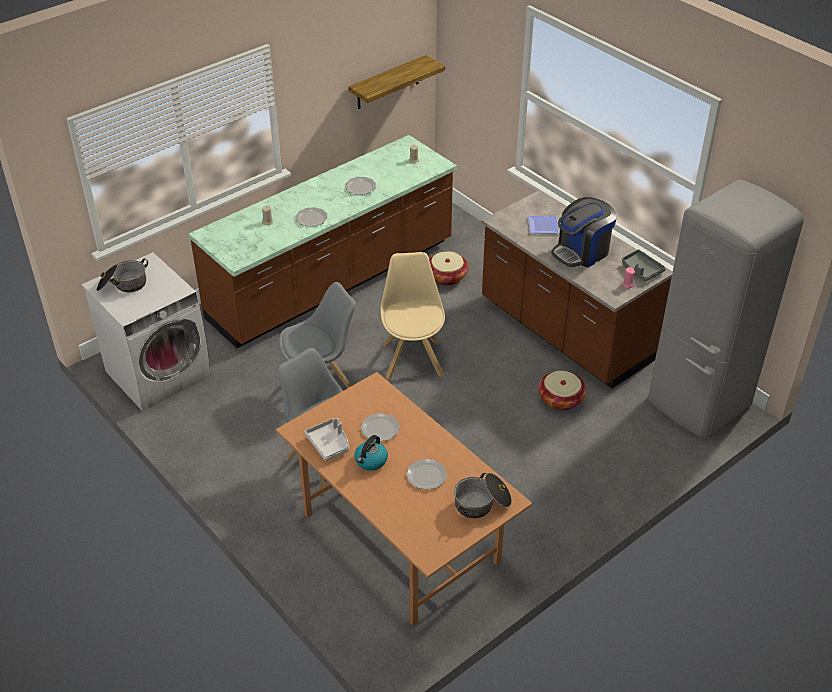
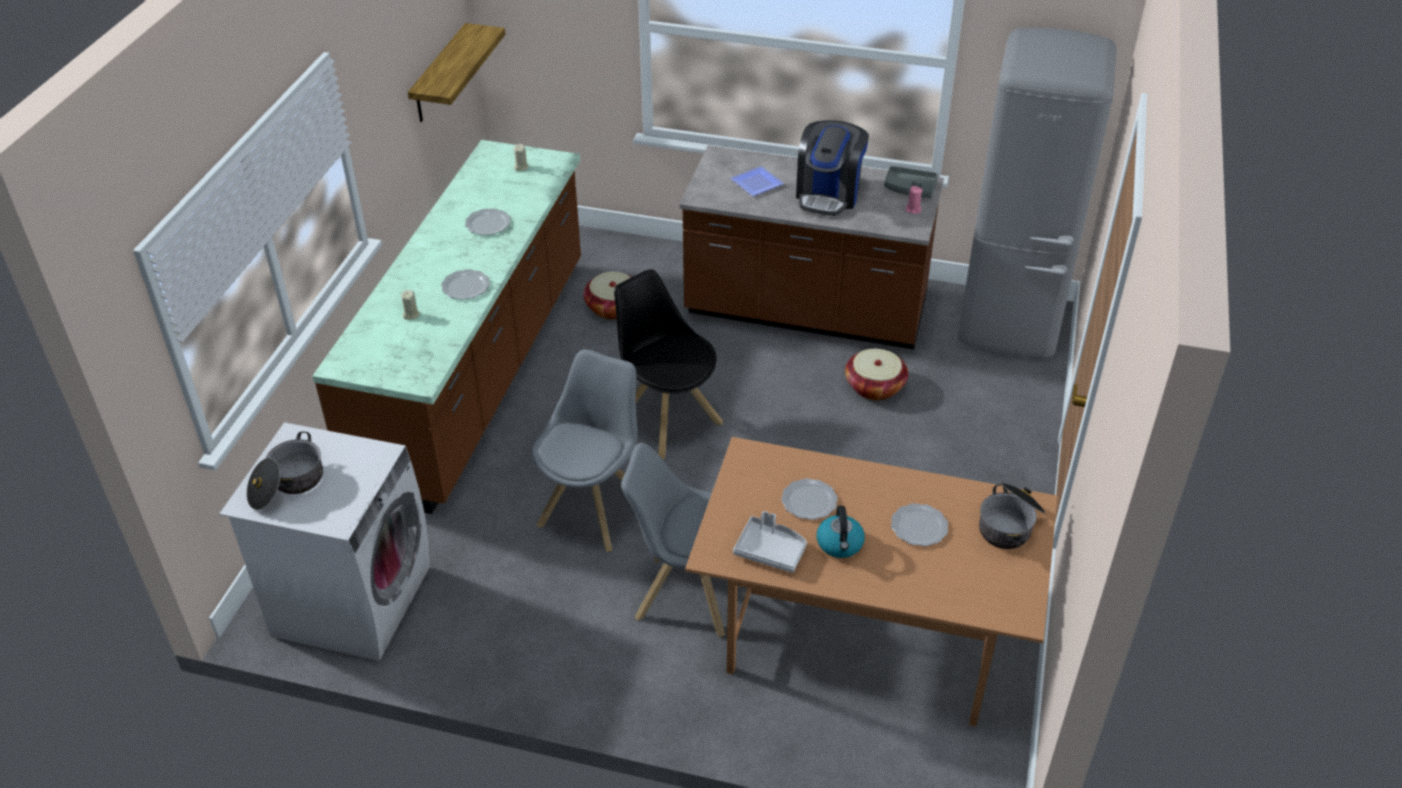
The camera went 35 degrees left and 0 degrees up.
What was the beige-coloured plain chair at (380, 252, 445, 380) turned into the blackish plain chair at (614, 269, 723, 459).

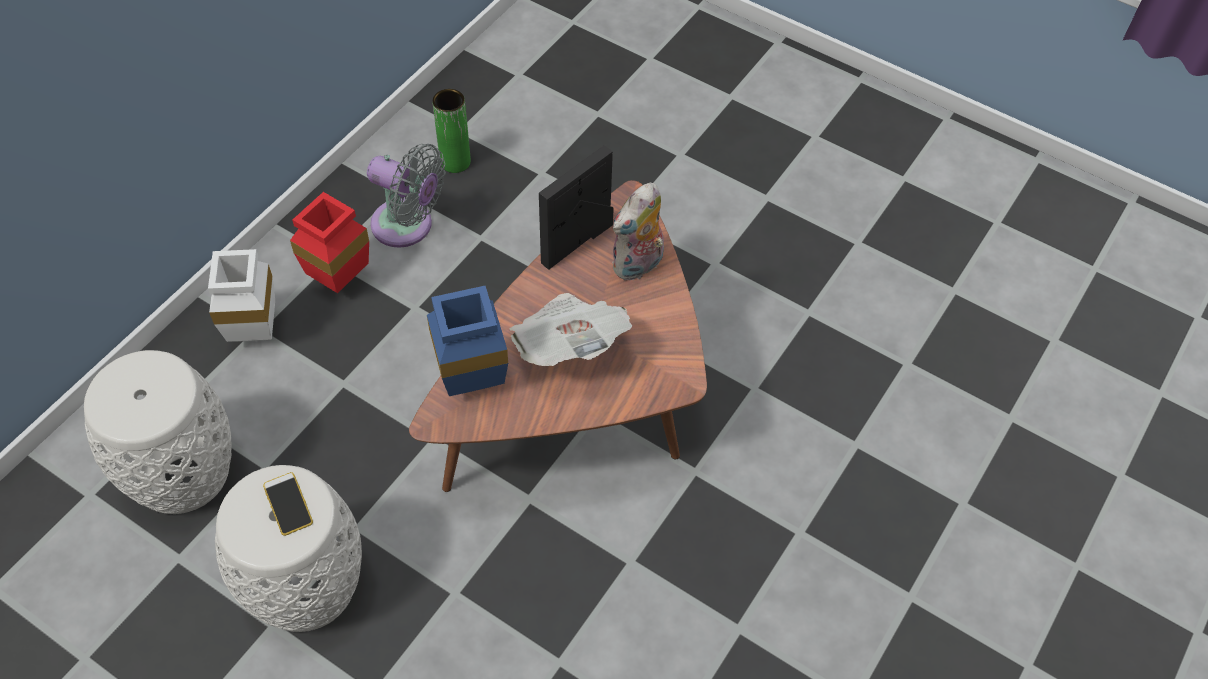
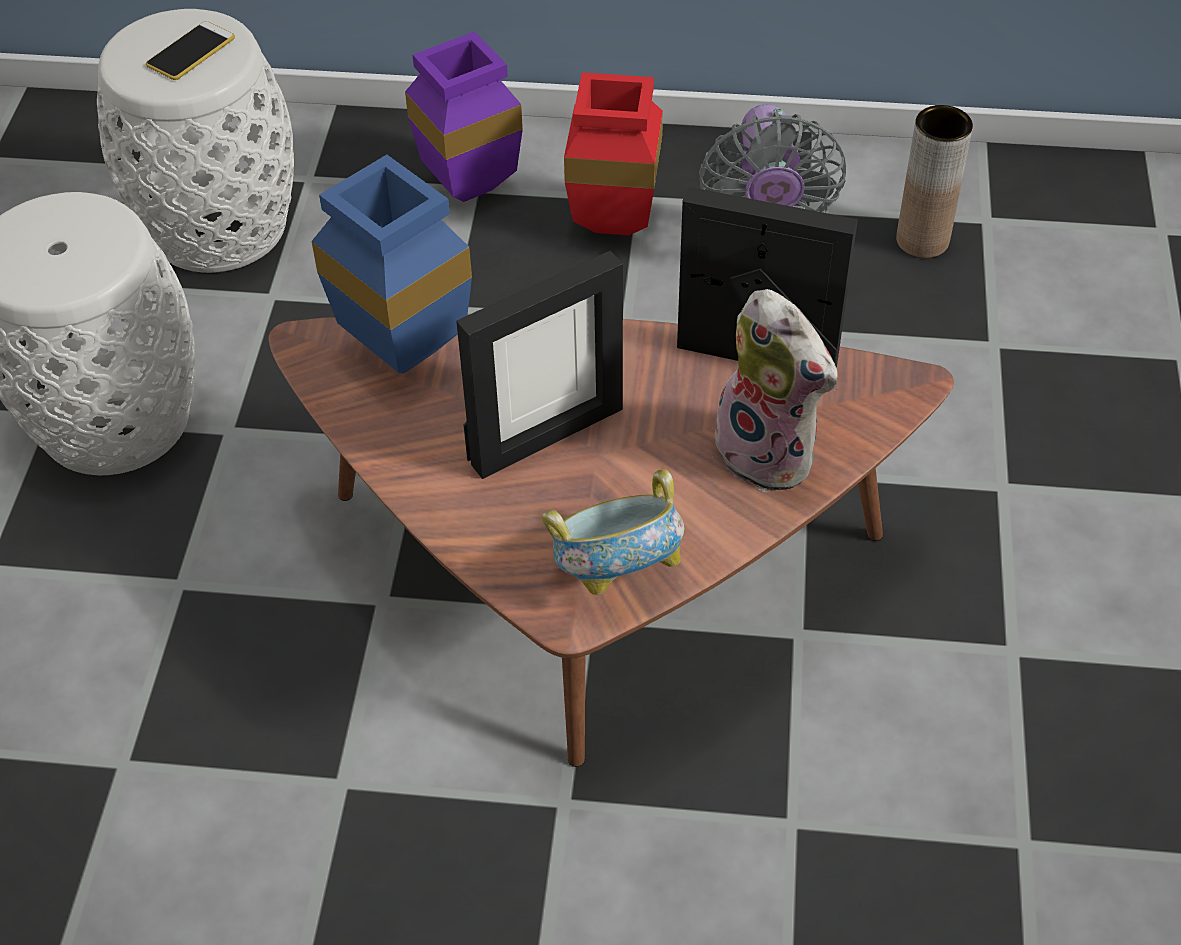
The camera went 65 degrees right and 5 degrees down.
The handset ended up elsewhere, having gone from (263, 472, 313, 536) to (146, 21, 235, 80).
What was the whitish vase at (208, 249, 275, 342) turned into the purple-coloured vase at (405, 31, 523, 202).
Where the daily paper stood at (509, 293, 632, 366), the photo frame came to stand at (456, 251, 623, 479).
The second view gained the bowl at (542, 469, 684, 595).
The soft toy at (612, 183, 664, 281) ended up facing another way, 150 degrees counterclockwise from before.
What was the green vase at (432, 89, 471, 173) turned into the brown-coloured vase at (896, 105, 973, 258).

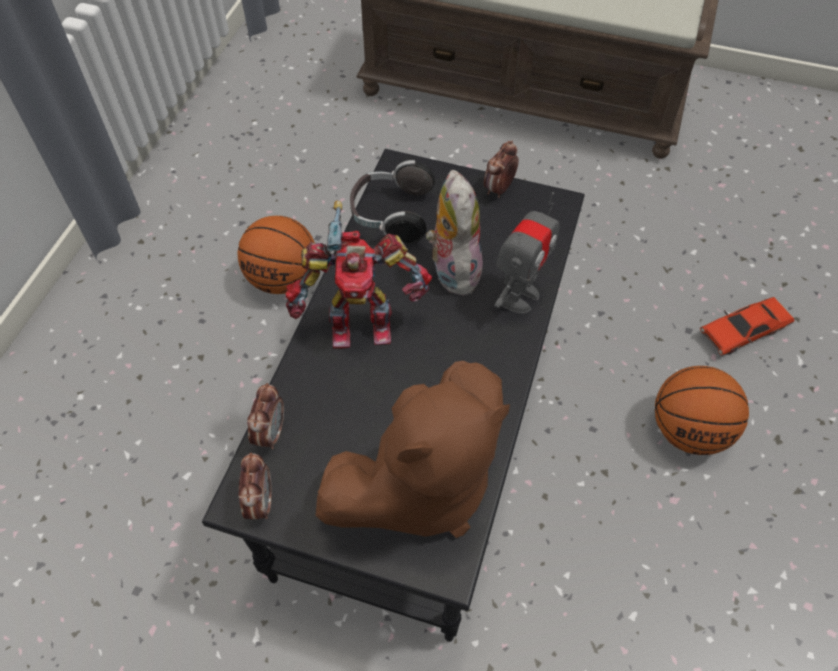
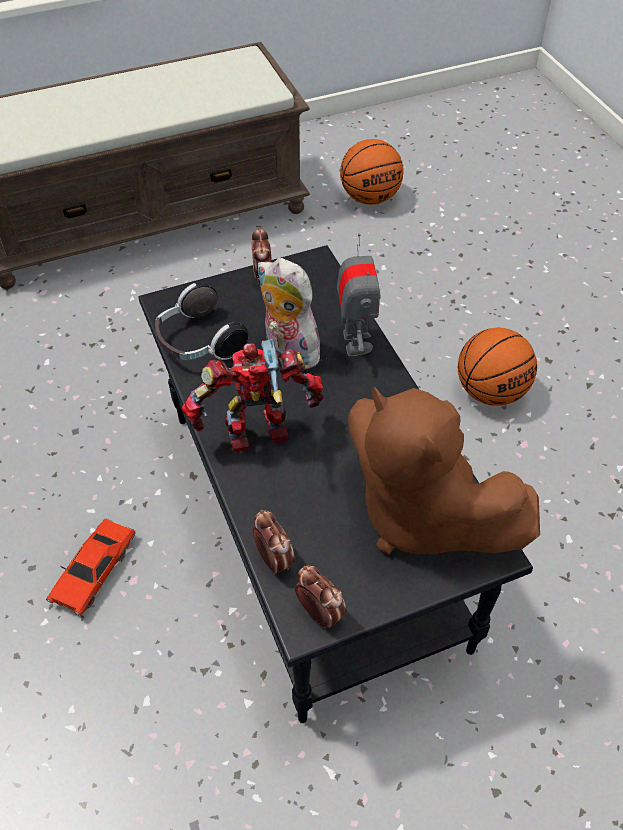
The camera went 40 degrees left and 5 degrees down.
The reddish model car ended up elsewhere, having gone from (700, 297, 795, 356) to (46, 519, 136, 616).
The robot figure at (285, 201, 432, 348) ended up facing another way, 150 degrees counterclockwise from before.
The basketball ended up elsewhere, having gone from (238, 216, 315, 294) to (340, 139, 404, 205).
The brown-coloured soft toy at (316, 361, 510, 538) ended up facing another way, 120 degrees clockwise from before.

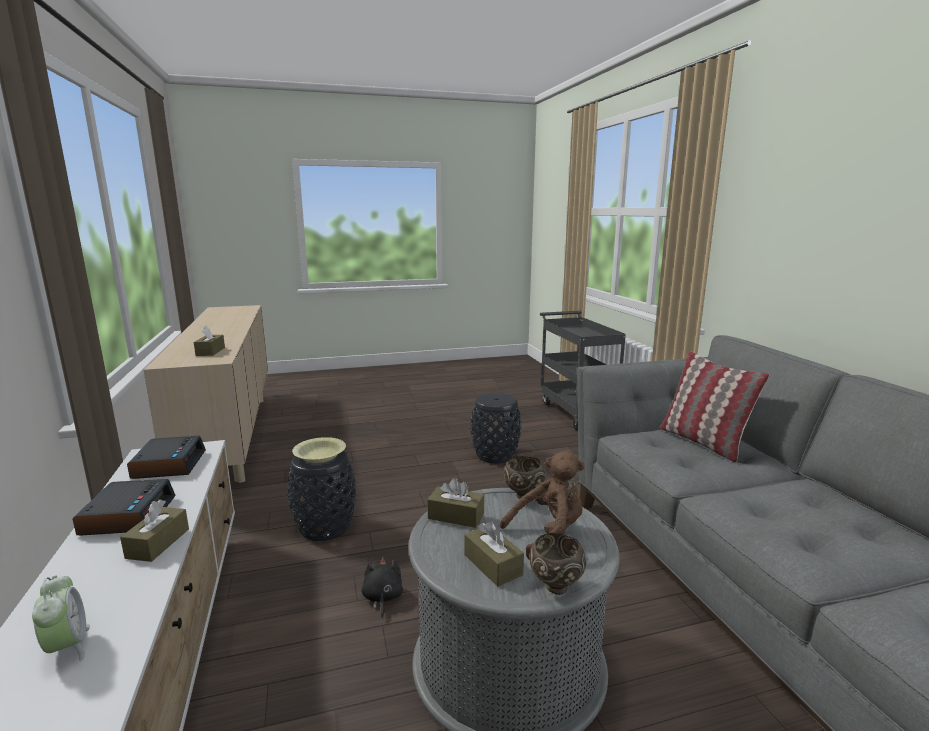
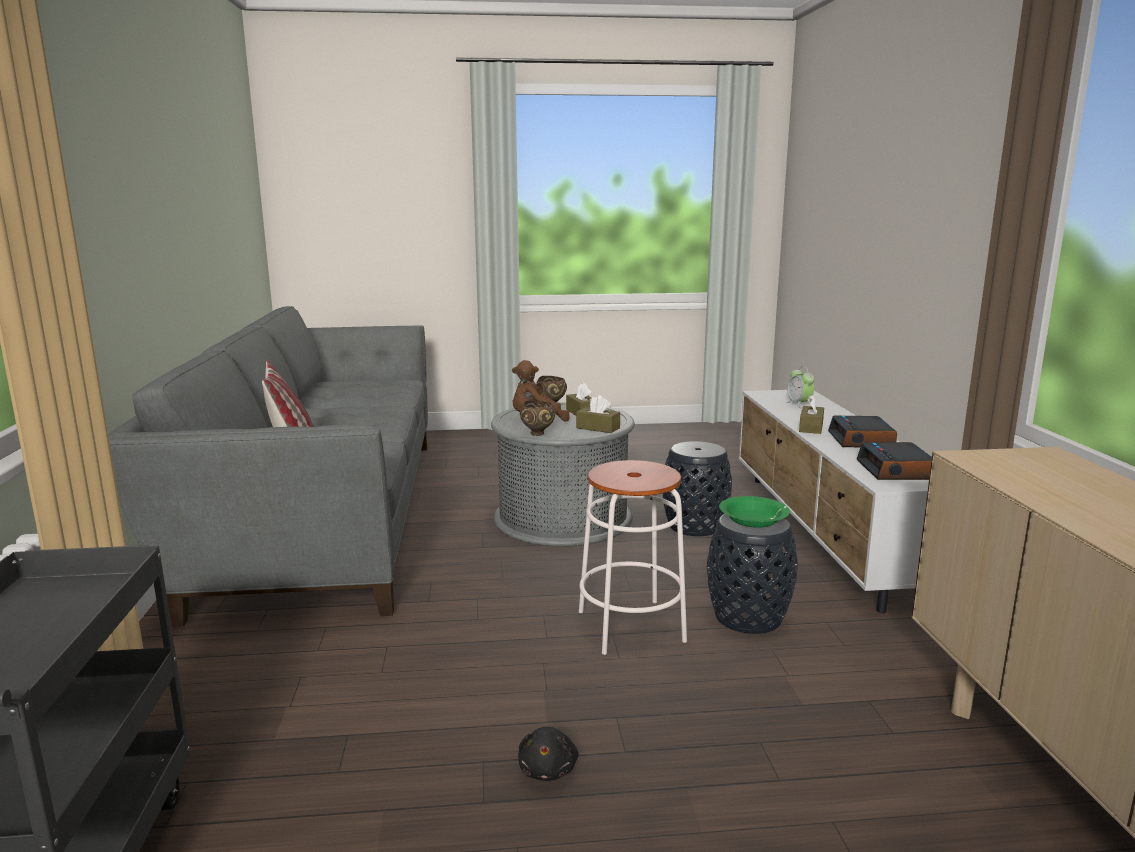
The camera went 170 degrees left and 0 degrees up.
The blackish soft toy ended up elsewhere, having gone from (361, 557, 403, 619) to (518, 726, 578, 781).
The second view gained the whitish sitting stool at (579, 460, 687, 655).
The blackish sitting stool ended up elsewhere, having gone from (471, 393, 521, 463) to (663, 441, 732, 536).
What was the yellow-coloured bowl at (292, 437, 346, 463) turned into the green bowl at (719, 496, 790, 528).
The second view lost the brown-coloured tissue holder at (194, 325, 225, 356).

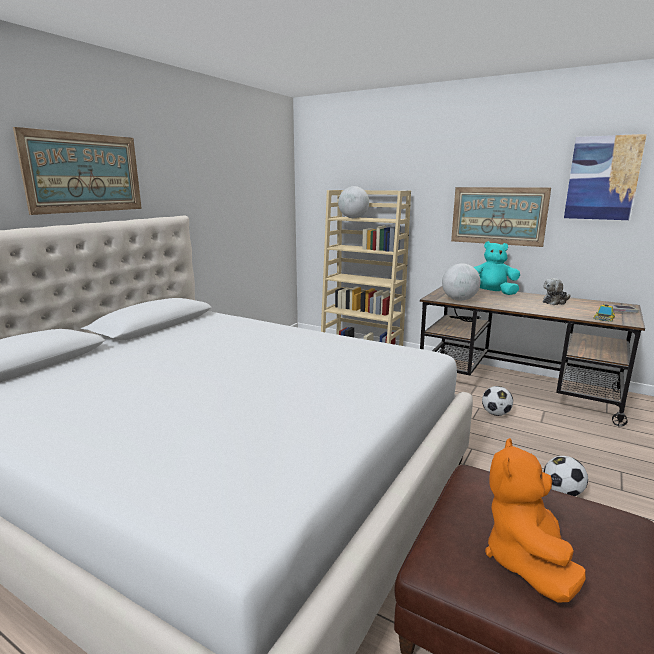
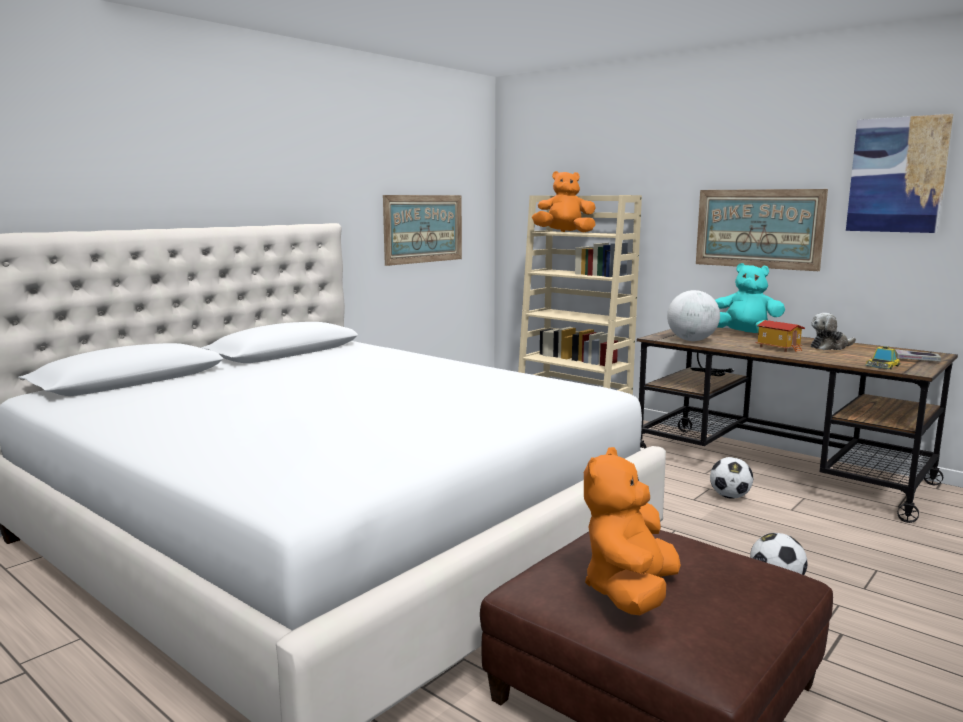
The camera went 10 degrees right and 5 degrees down.
The picture ended up elsewhere, having gone from (13, 127, 142, 215) to (383, 195, 462, 266).
Where the globe stood at (338, 186, 369, 218), the orange-coloured soft toy came to stand at (532, 171, 596, 232).
The second view gained the toy house at (756, 320, 805, 352).

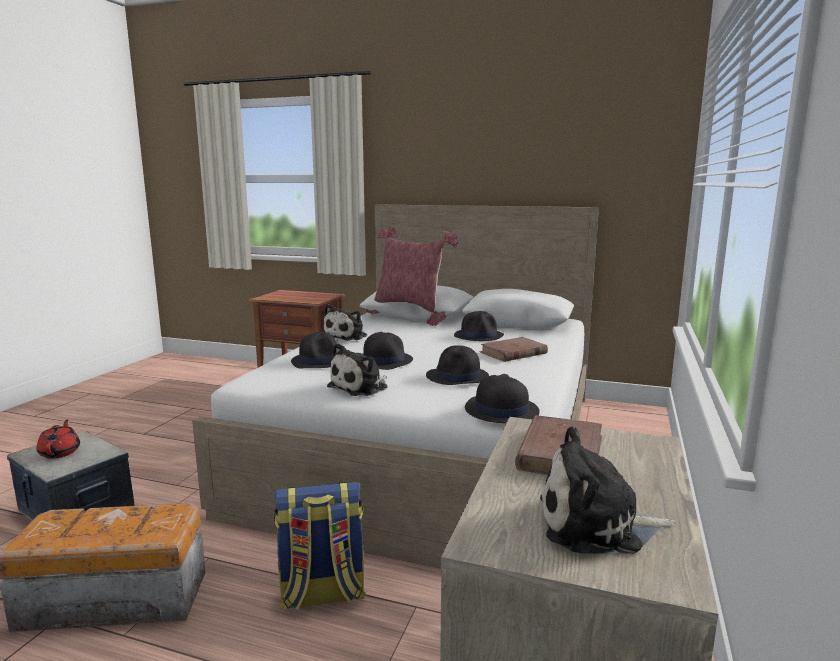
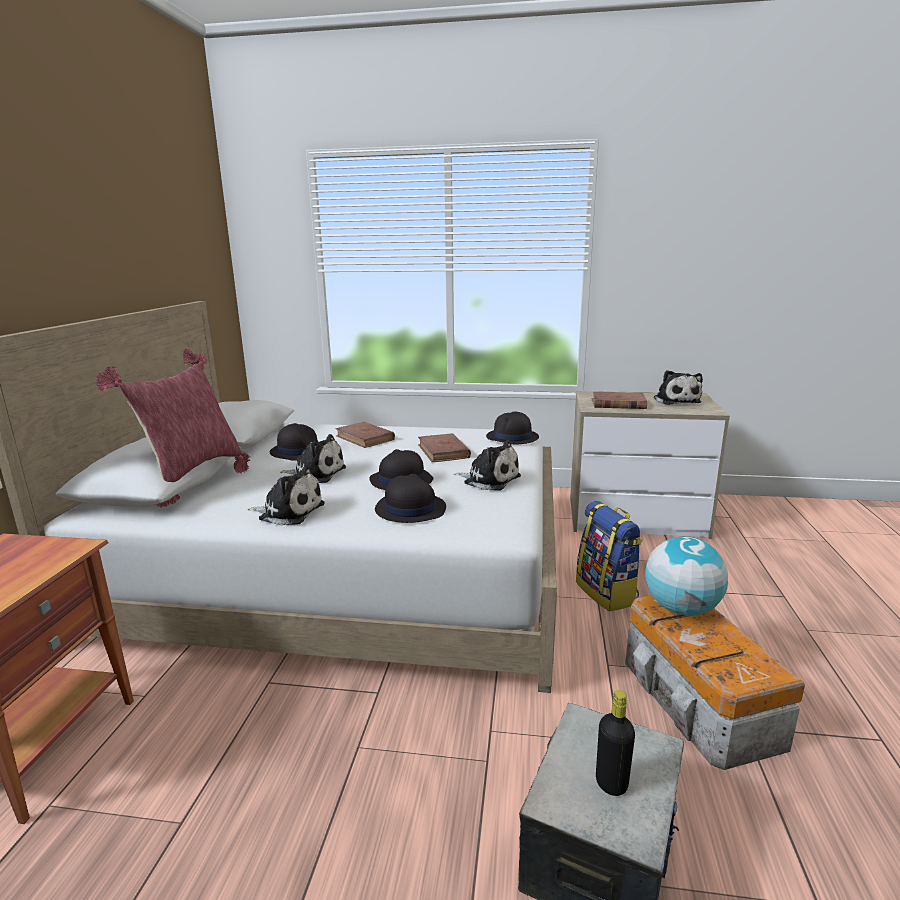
The camera went 100 degrees left and 5 degrees up.
The second view gained the soft toy at (280, 434, 346, 483).
Where the blackish hat stood at (426, 345, 489, 385), the brown-coloured volume came to stand at (418, 433, 471, 462).
Where the reddish pot for tea stood at (37, 420, 80, 459), the blackish bottle came to stand at (596, 690, 635, 796).
The second view gained the globe at (645, 536, 728, 616).

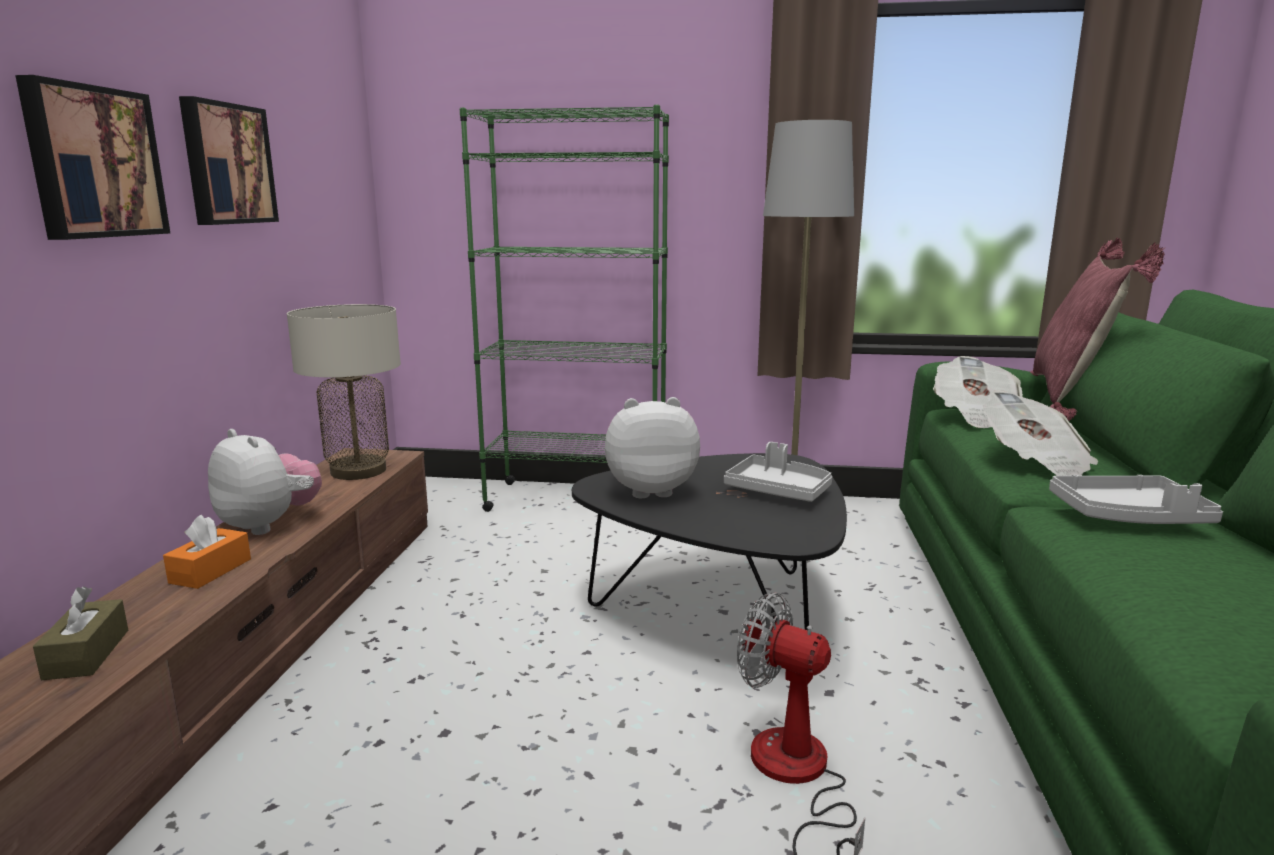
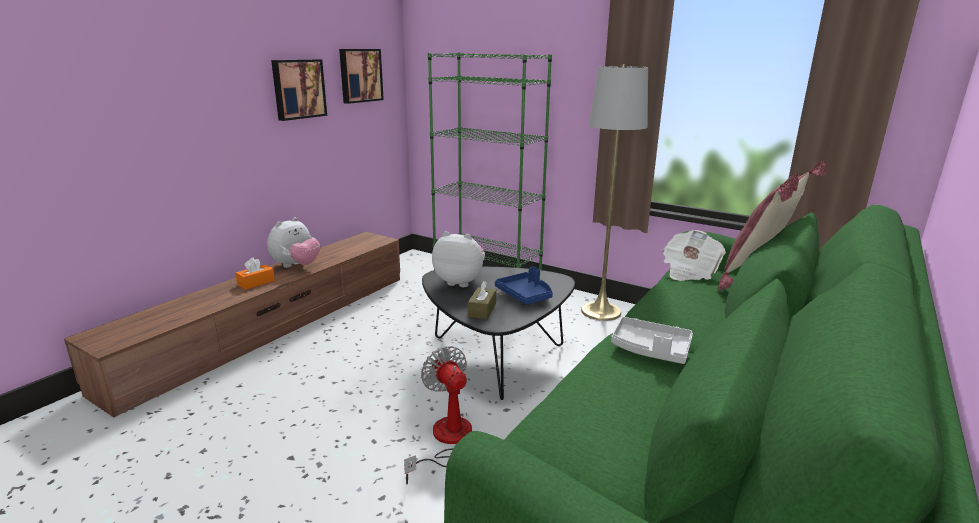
The camera went 25 degrees right and 5 degrees up.
The soft toy at (208, 429, 322, 535) ended up facing another way, 60 degrees clockwise from before.
The picture ended up elsewhere, having gone from (15, 75, 170, 240) to (339, 49, 384, 104).
The brown-coloured tissue holder ended up elsewhere, having gone from (33, 586, 128, 680) to (468, 281, 496, 319).
What was the grey carrying tray at (724, 442, 833, 502) turned into the blue carrying tray at (495, 266, 553, 305).
The second view lost the table lamp at (287, 304, 401, 480).
The second view lost the daily paper at (983, 390, 1099, 476).

